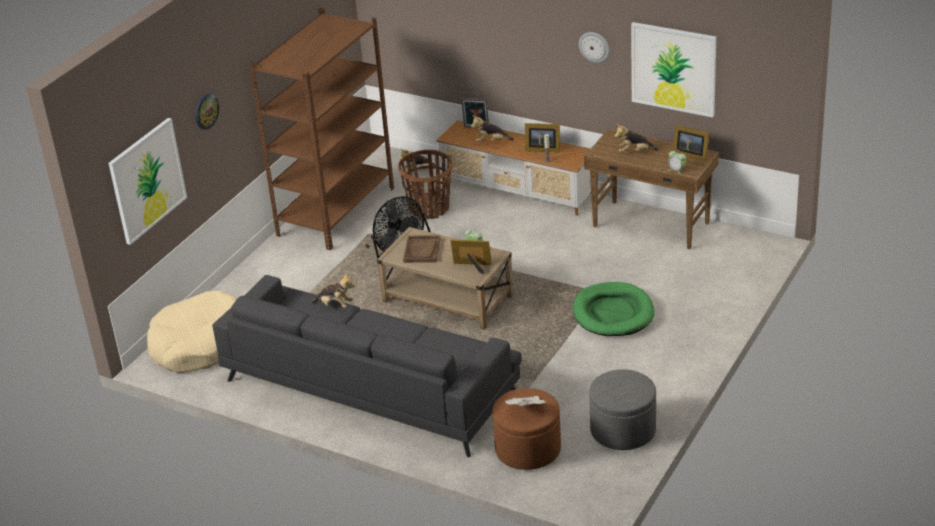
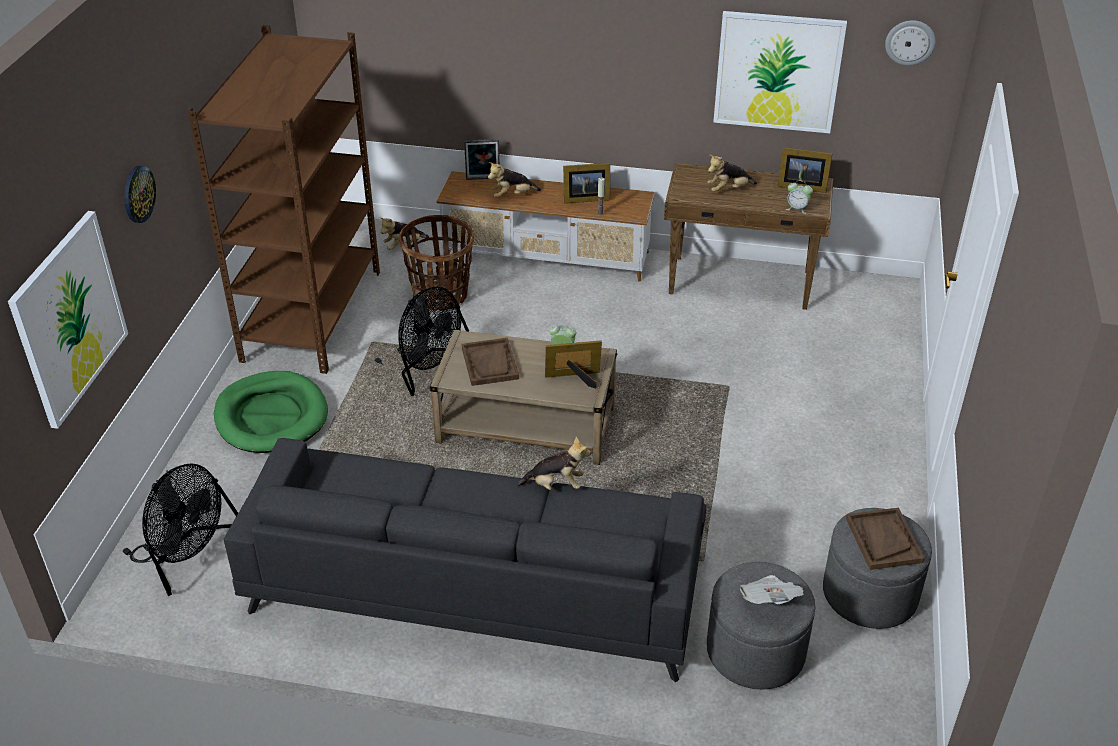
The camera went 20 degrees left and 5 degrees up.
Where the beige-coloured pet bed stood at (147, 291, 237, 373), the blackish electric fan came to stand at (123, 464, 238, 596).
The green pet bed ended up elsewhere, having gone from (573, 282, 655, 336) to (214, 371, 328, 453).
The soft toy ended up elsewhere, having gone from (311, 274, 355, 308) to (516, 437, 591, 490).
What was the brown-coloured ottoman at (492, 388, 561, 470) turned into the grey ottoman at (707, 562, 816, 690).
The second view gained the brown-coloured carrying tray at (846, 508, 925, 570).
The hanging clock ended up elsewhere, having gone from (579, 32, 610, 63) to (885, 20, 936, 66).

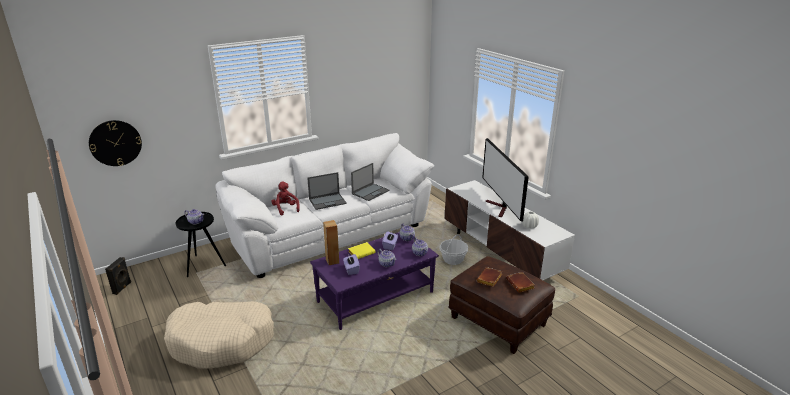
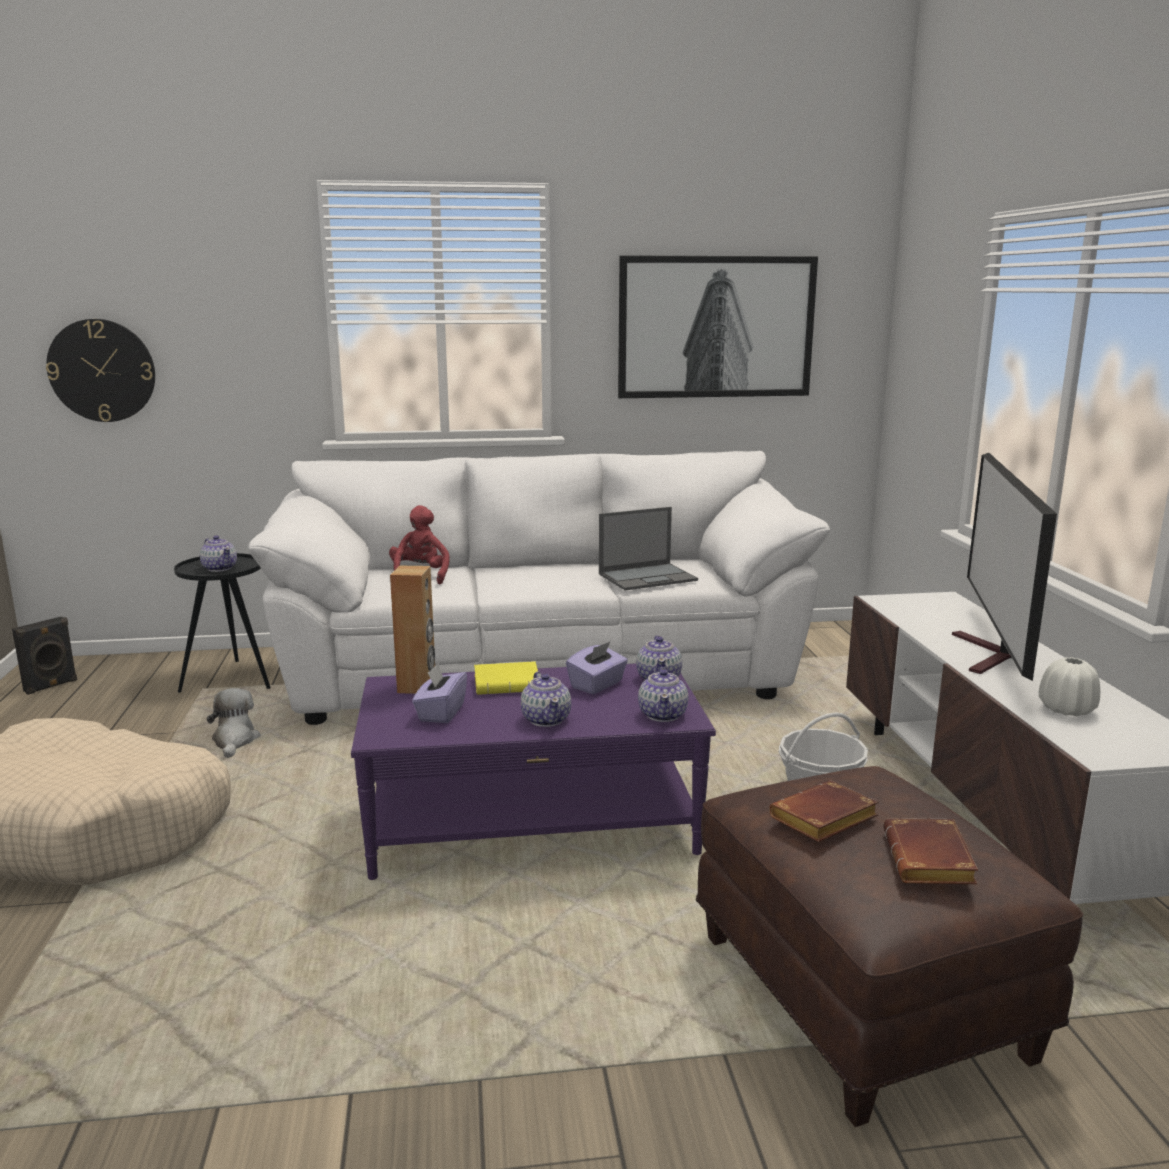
The camera went 25 degrees right and 10 degrees down.
The second view gained the soft toy at (206, 688, 260, 758).
The second view gained the picture at (618, 255, 818, 398).
The second view lost the portable computer at (307, 172, 347, 210).

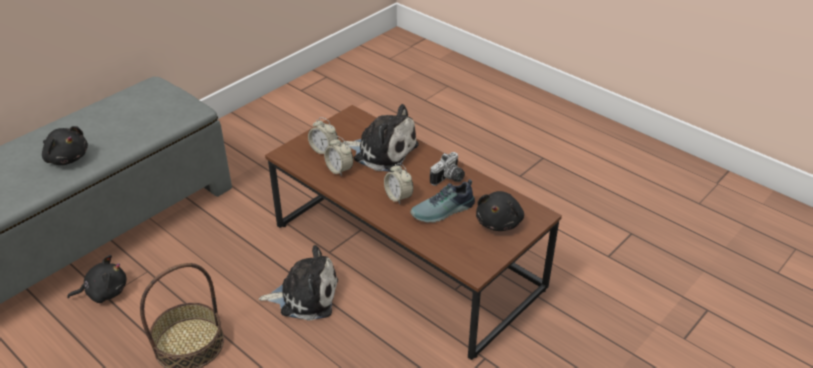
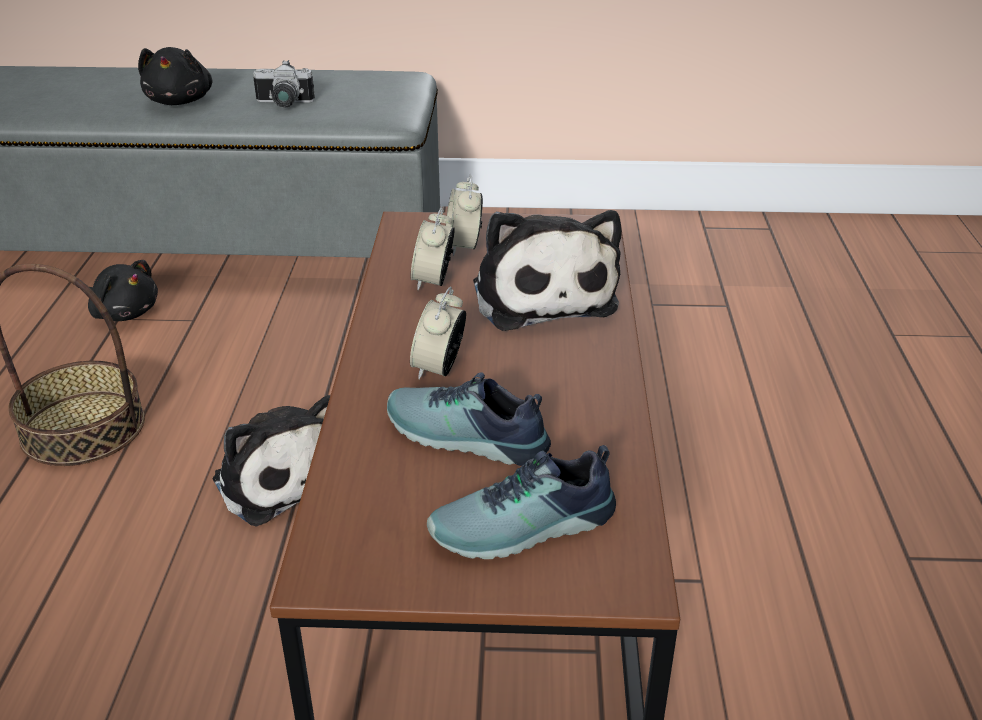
The camera went 50 degrees right and 5 degrees down.
The photo camera ended up elsewhere, having gone from (430, 152, 465, 186) to (253, 60, 315, 108).
Where the blackish soft toy stood at (476, 191, 524, 231), the low shoe came to stand at (427, 445, 616, 559).

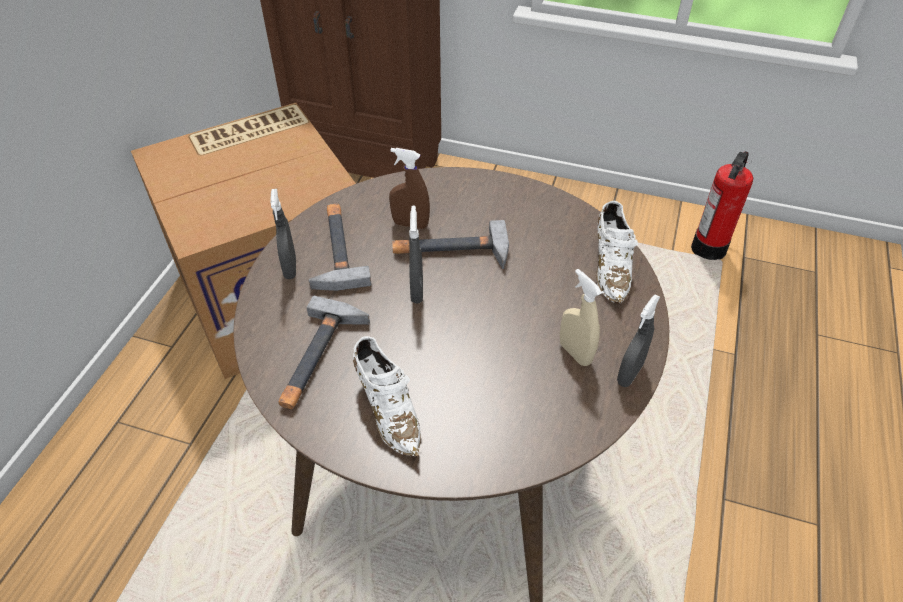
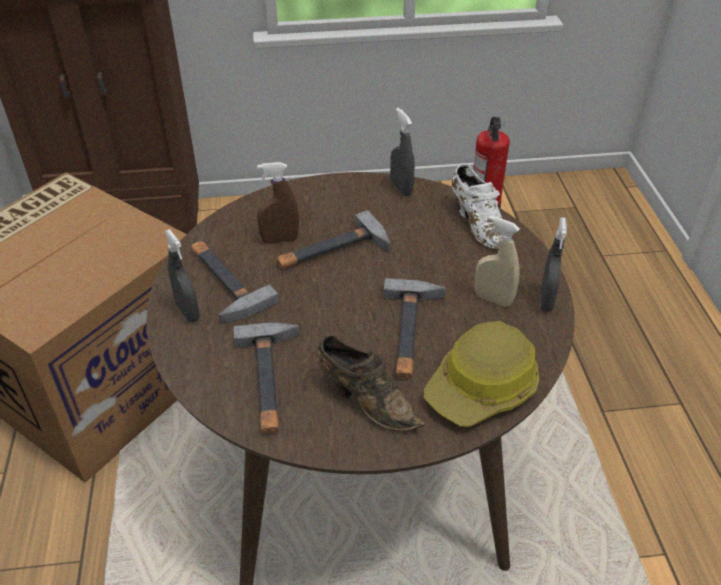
The camera went 25 degrees left and 5 degrees down.
What was the whitish low shoe at (353, 336, 421, 457) turned into the brown-coloured low shoe at (317, 335, 424, 431).
The second view gained the hammer at (383, 278, 446, 379).
The grey sprayer ended up elsewhere, having gone from (409, 205, 423, 304) to (390, 108, 415, 196).
The second view gained the hard hat at (424, 321, 539, 427).

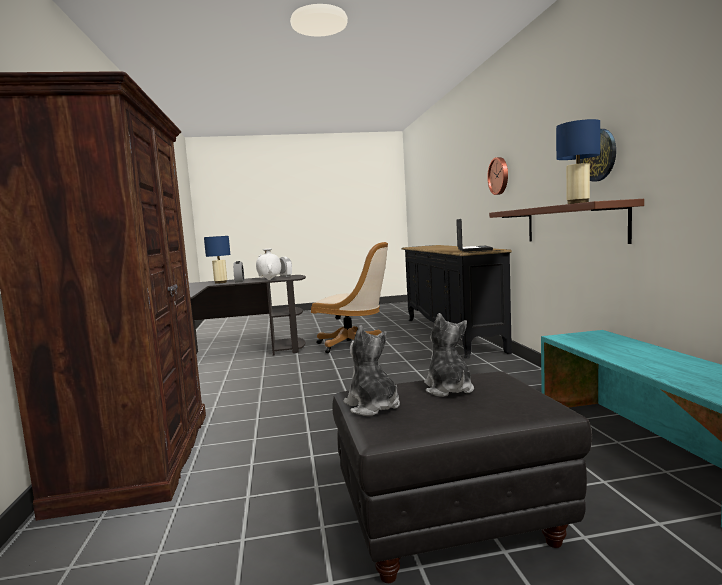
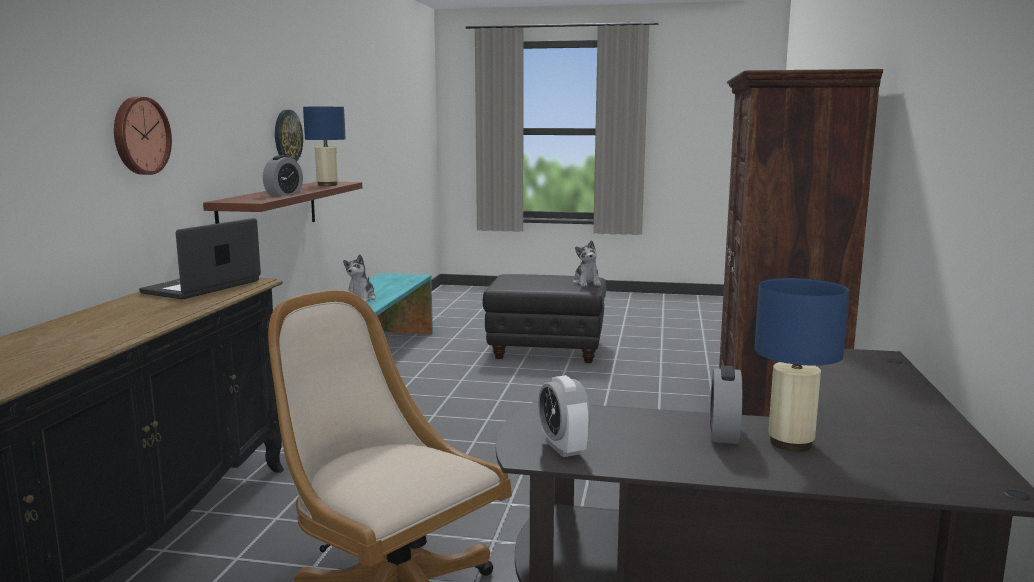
The camera went 160 degrees left and 5 degrees up.
The second view gained the table clock at (263, 155, 303, 196).
The soft toy ended up elsewhere, having gone from (424, 313, 474, 397) to (343, 254, 376, 302).
The second view lost the whitish vase at (256, 248, 281, 280).

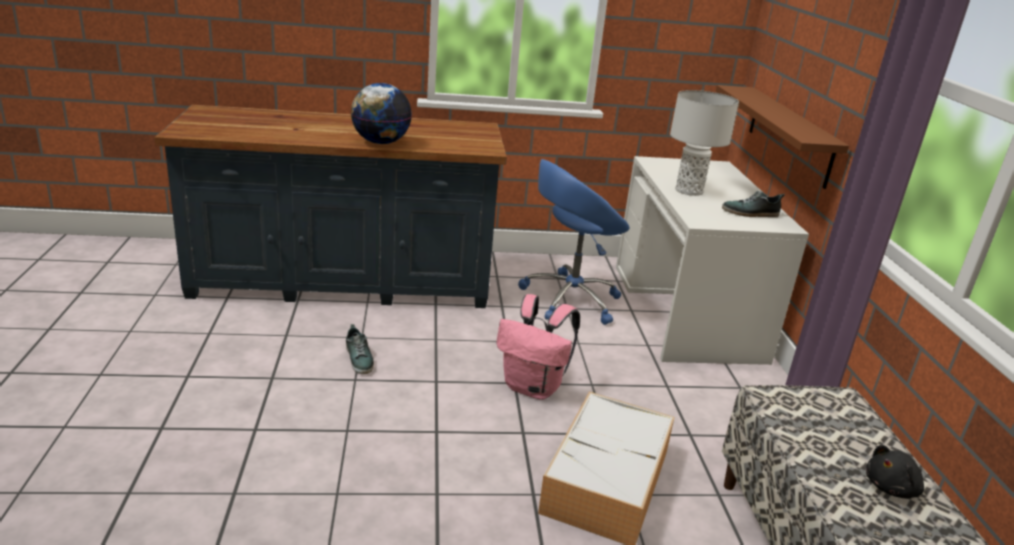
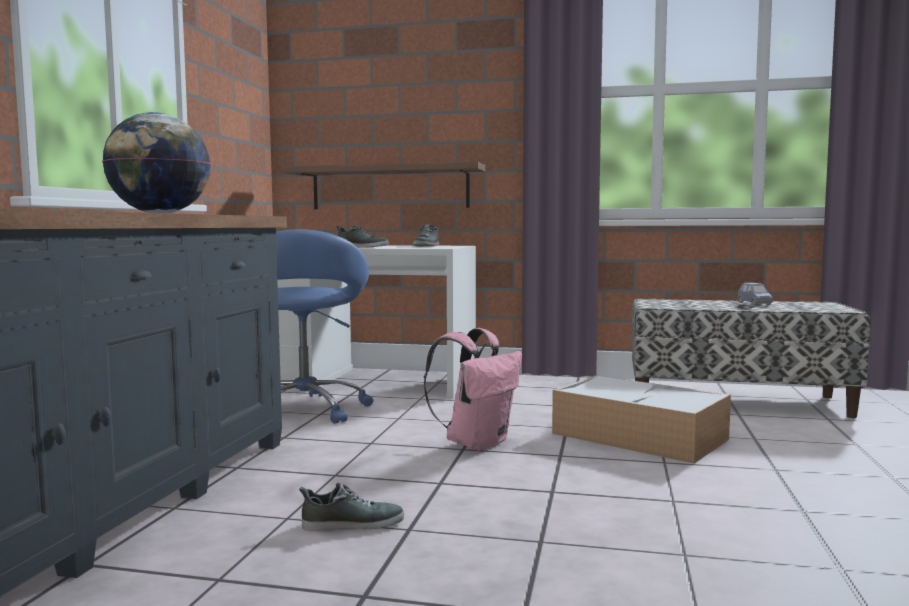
The camera went 70 degrees left and 20 degrees down.
Where the whitish table lamp stood at (670, 90, 739, 196), the low shoe came to stand at (336, 225, 389, 248).
Where the blackish soft toy stood at (866, 445, 924, 499), the blue model car came to stand at (738, 283, 773, 306).

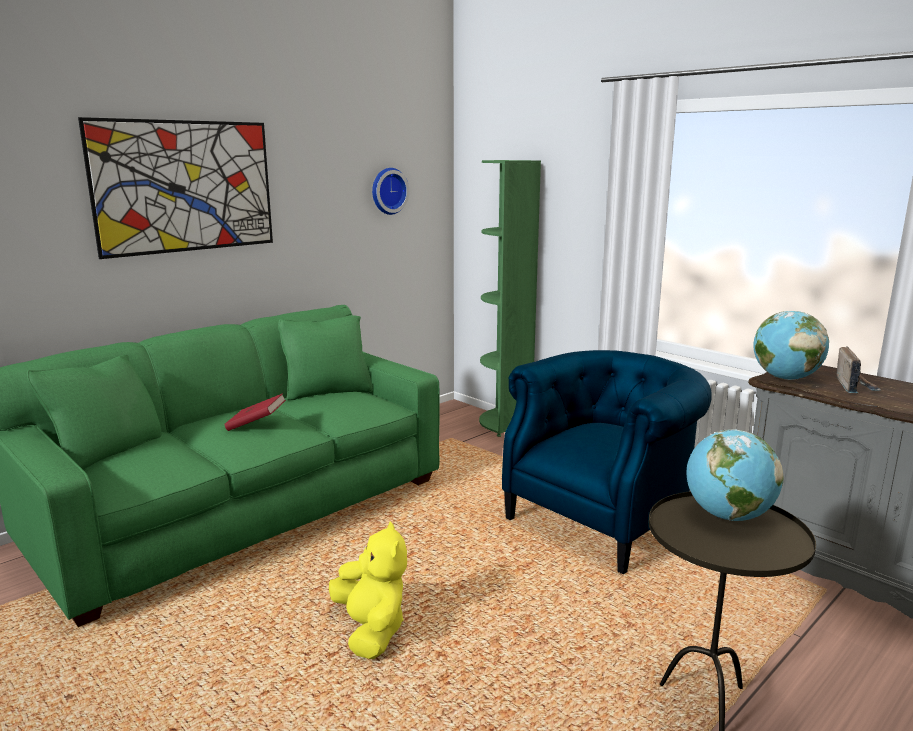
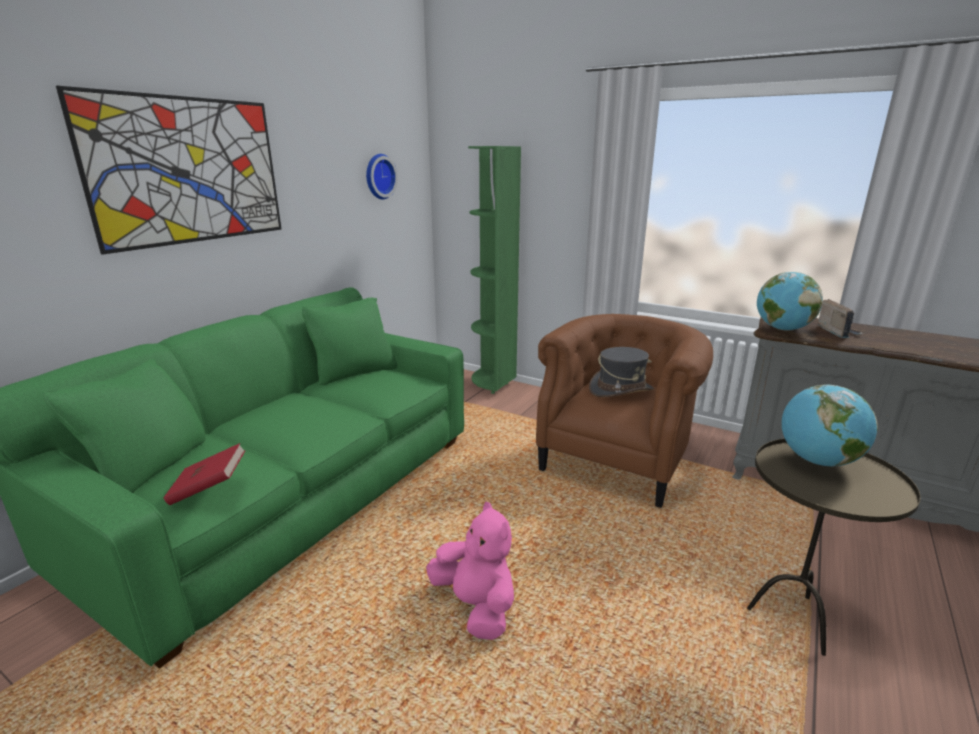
The camera went 15 degrees left and 5 degrees up.
The reddish volume ended up elsewhere, having gone from (224, 393, 286, 431) to (164, 443, 246, 505).
What was the yellow-coloured soft toy at (329, 522, 407, 659) turned into the pink soft toy at (426, 502, 514, 640).
What was the blue easy chair at (502, 350, 712, 575) turned into the brown-coloured easy chair at (536, 314, 713, 508).
The second view gained the grey hat at (589, 347, 654, 397).

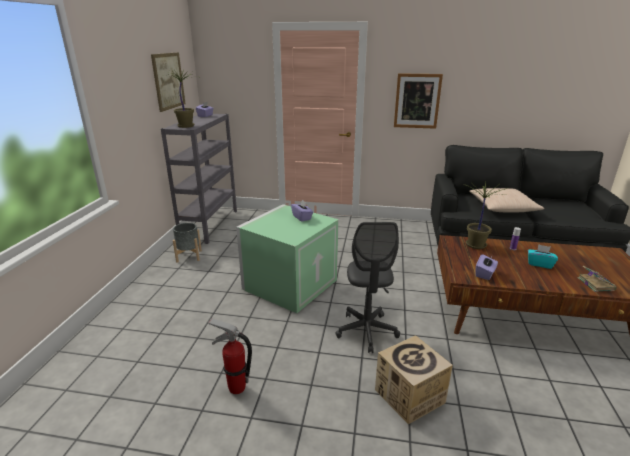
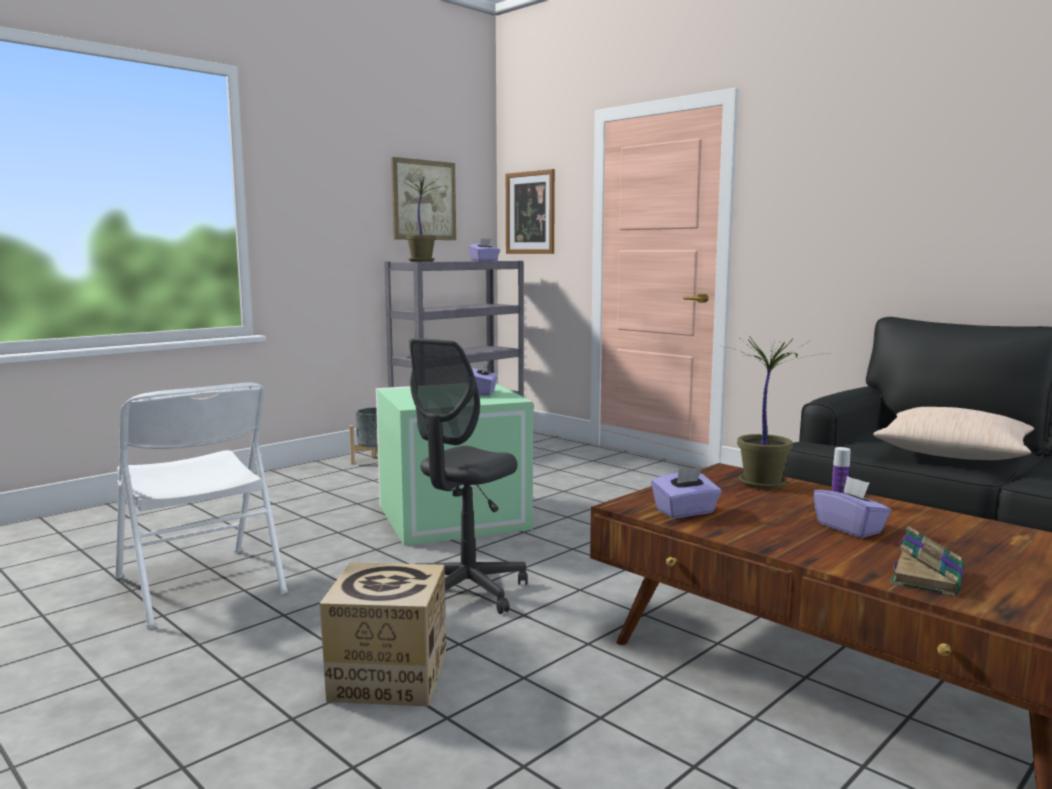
The camera went 35 degrees right and 15 degrees down.
Where the fire extinguisher stood at (208, 318, 252, 394), the whitish plain chair came to stand at (115, 382, 288, 629).
The picture ended up elsewhere, having gone from (394, 73, 443, 129) to (506, 169, 555, 254).
What was the blue-green tissue holder at (528, 244, 558, 269) turned into the purple-coloured tissue holder at (813, 476, 891, 538).

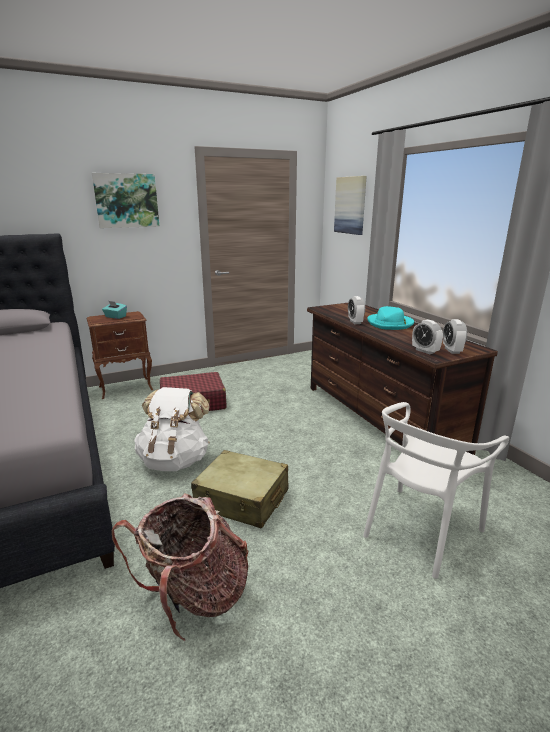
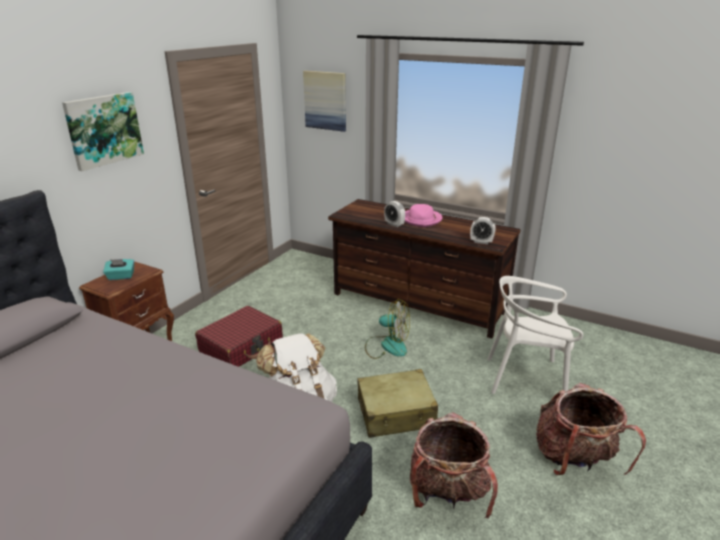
The camera went 35 degrees left and 5 degrees up.
The second view gained the electric fan at (365, 299, 410, 359).
What was the blue-green hat at (367, 306, 414, 330) turned into the pink hat at (405, 204, 442, 227).
The whitish plain chair at (363, 402, 509, 579) ended up facing another way, 90 degrees clockwise from before.
The second view gained the backpack at (536, 383, 646, 475).
The second view lost the table clock at (443, 319, 467, 354).

